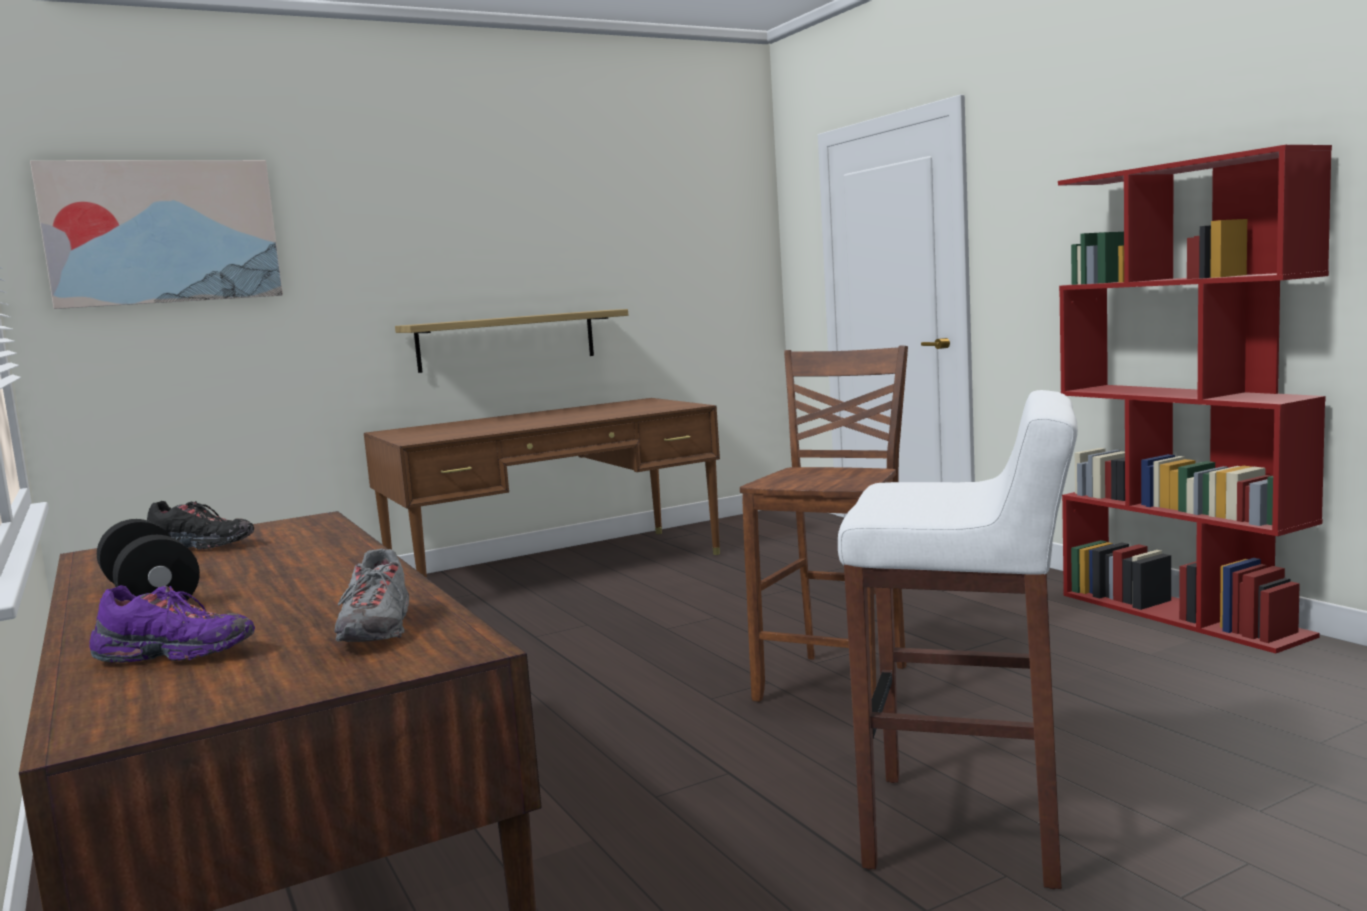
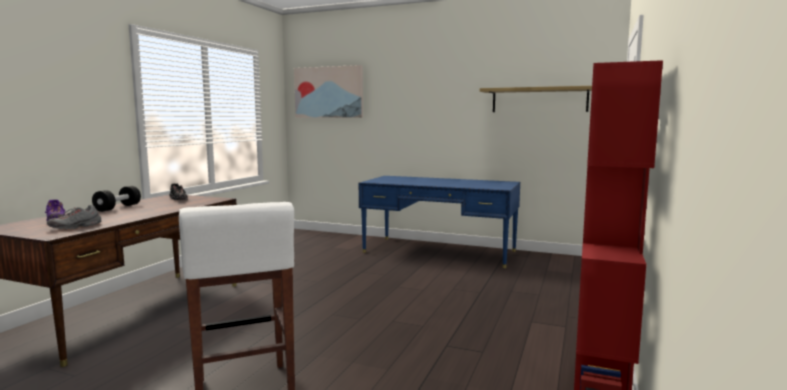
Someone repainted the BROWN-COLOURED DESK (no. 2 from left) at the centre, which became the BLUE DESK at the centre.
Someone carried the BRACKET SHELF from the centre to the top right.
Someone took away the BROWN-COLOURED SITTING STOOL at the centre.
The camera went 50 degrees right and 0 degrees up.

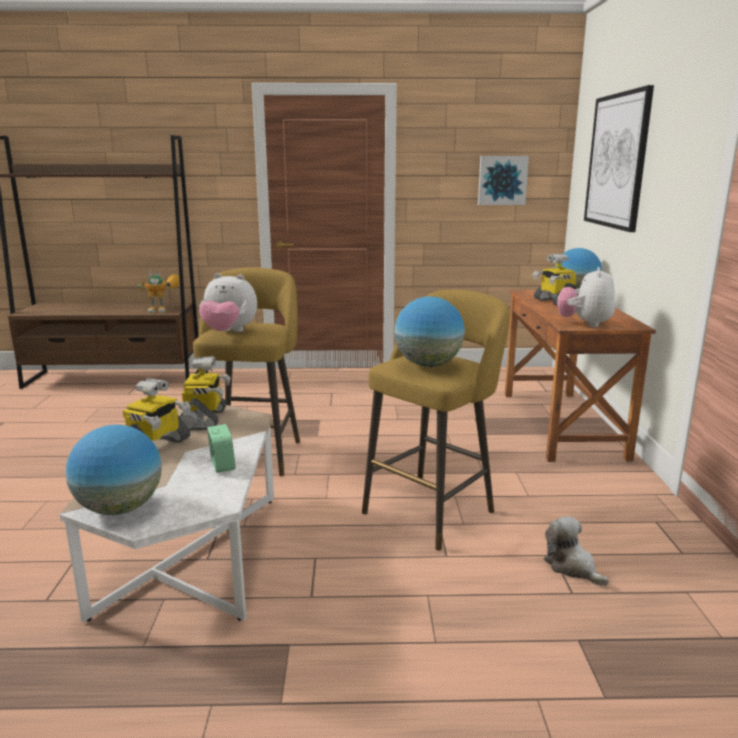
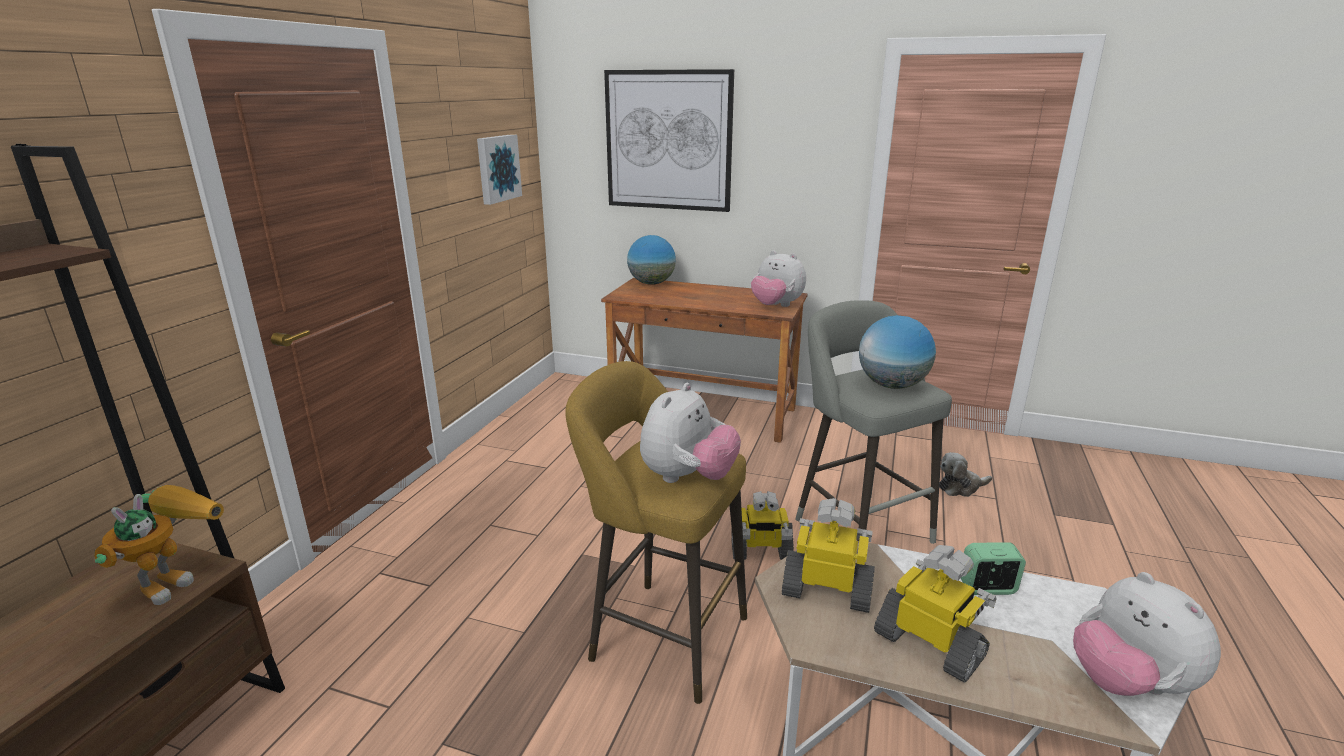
Someone swapped the GLOBE (no. 1 from left) at the middle left for the PLUSH TOY (no. 4 from left) at the bottom right.
Someone repainted the YELLOW SITTING STOOL (no. 2 from left) at the centre, which became the GREYISH SITTING STOOL at the centre.
Someone carried the MODEL ROBOT (no. 4 from left in the first image) from the middle right to the bottom centre.
The camera went 70 degrees left and 5 degrees up.

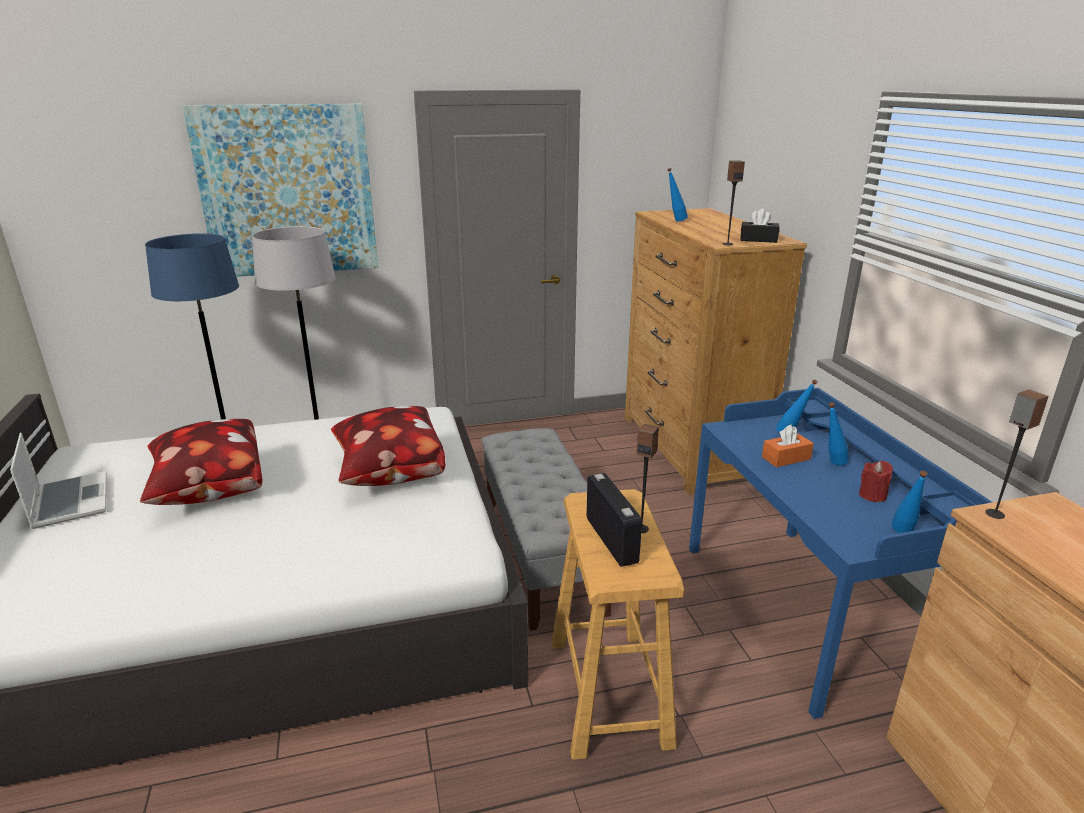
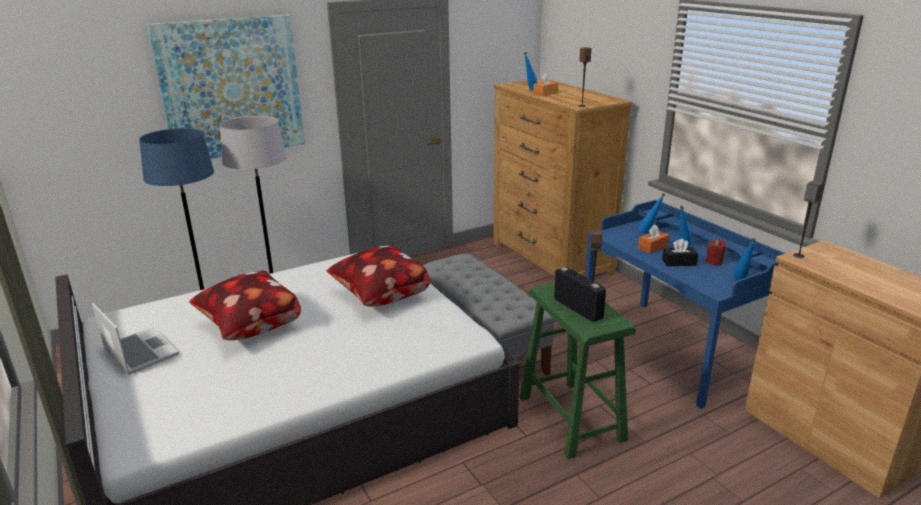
Someone repainted the BEIGE-COLOURED SITTING STOOL at the bottom centre, which became the GREEN SITTING STOOL at the bottom centre.
Someone carried the BLACKISH BOX OF TISSUES from the top right to the middle right.
Someone put down the ORANGEY BOX OF TISSUES (no. 1 from left) at the top centre.
The camera went 15 degrees left and 0 degrees up.

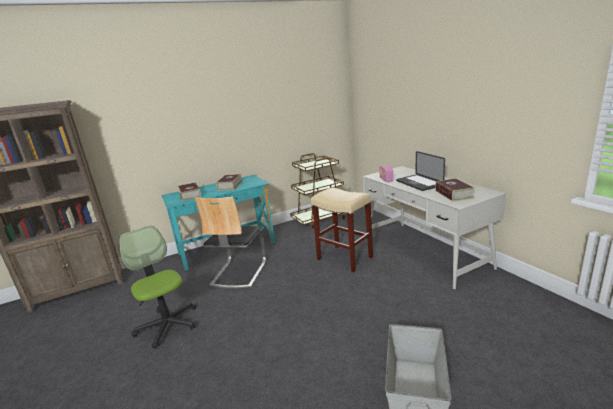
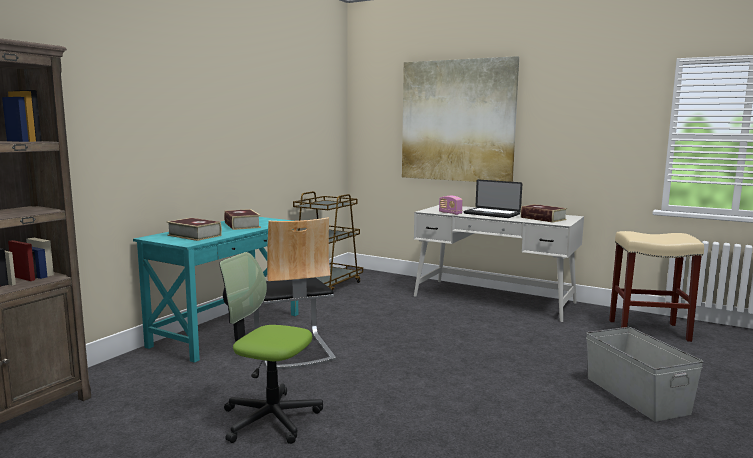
Someone carried the BEIGE-COLOURED SITTING STOOL from the centre to the middle right.
Someone put up the PICTURE at the top centre.
The camera went 35 degrees left and 10 degrees down.

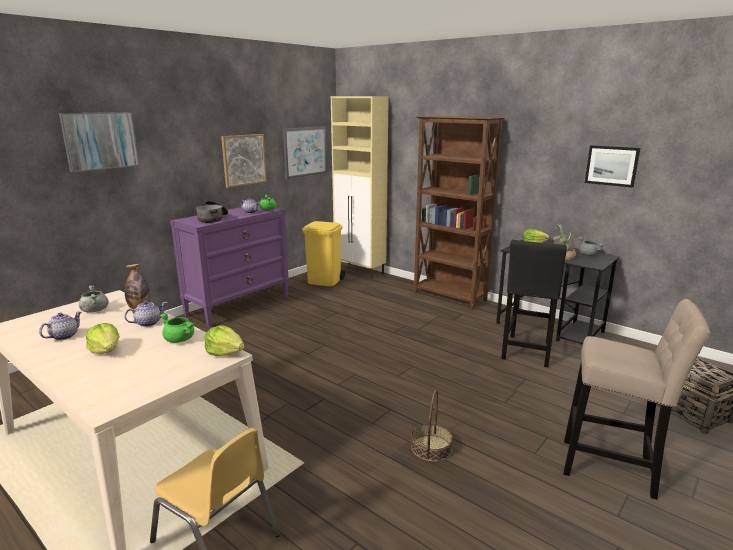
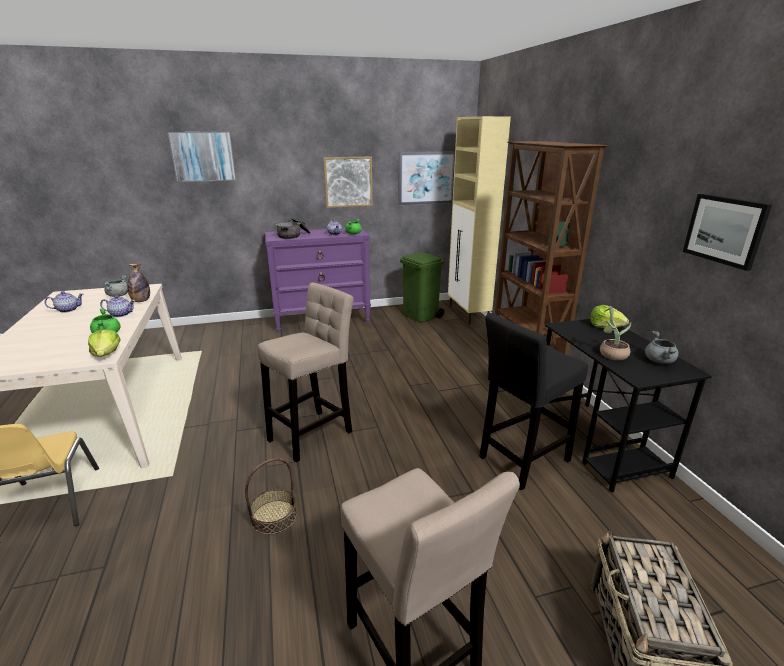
Someone took away the LETTUCE HEAD (no. 1 from left) at the middle left.
Someone repainted the YELLOW TRASH CAN at the centre, which became the GREEN TRASH CAN at the centre.
Someone put down the BEIGE-COLOURED SITTING STOOL (no. 1 from left) at the centre.
The camera went 35 degrees right and 5 degrees up.

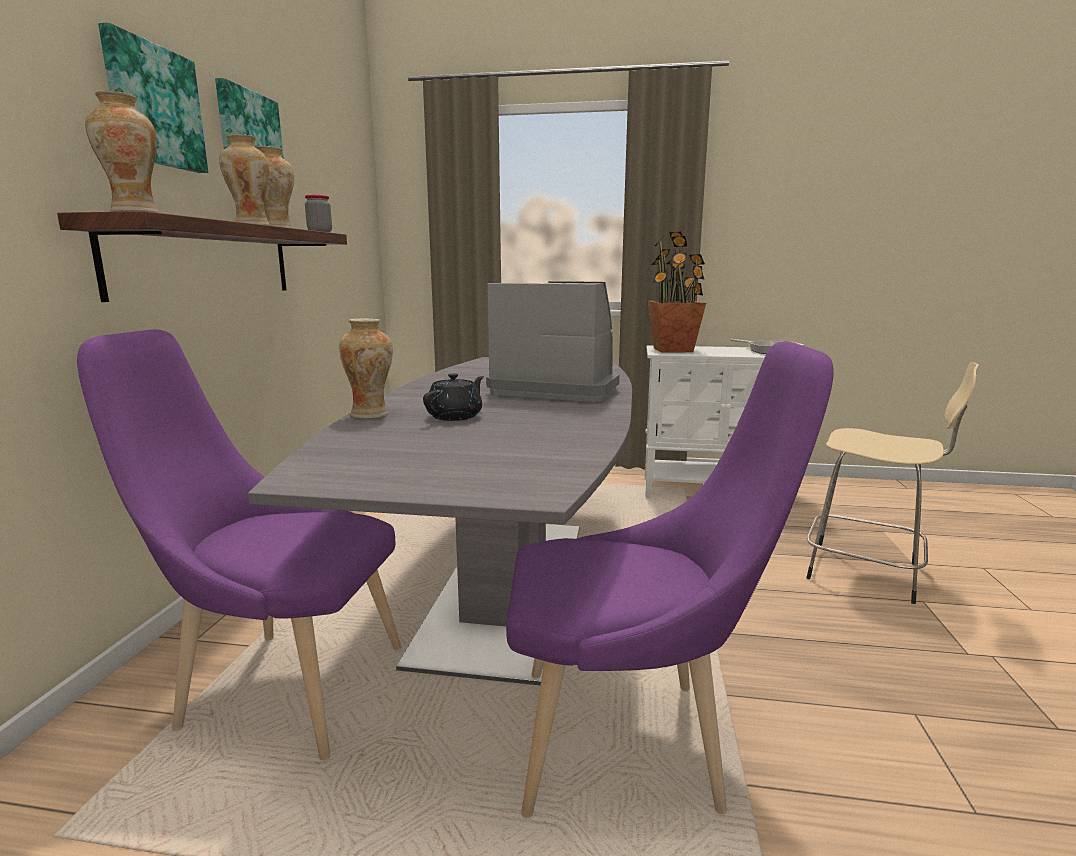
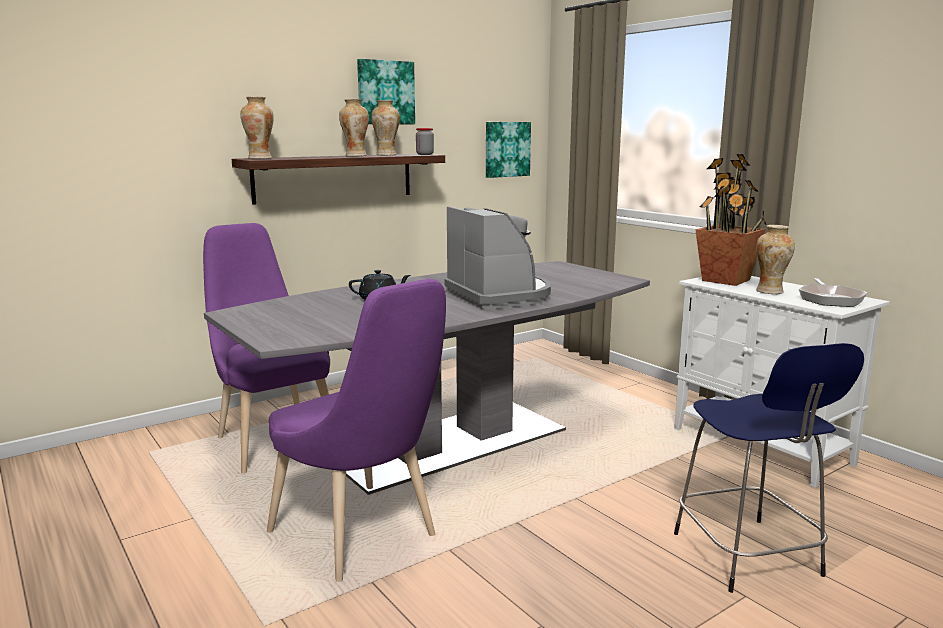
Someone carried the PICTURE (no. 1 from left in the first image) from the top left to the top centre.
Someone carried the FLOWER VASE (no. 4 from left) from the centre to the middle right.
Someone repainted the BEIGE-COLOURED SITTING STOOL at the middle right, which became the BLUE SITTING STOOL at the bottom right.
The camera went 45 degrees right and 0 degrees up.

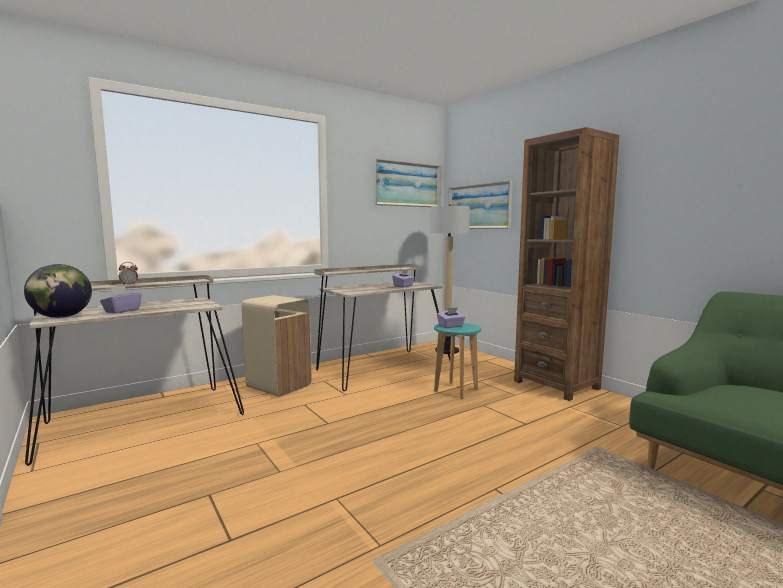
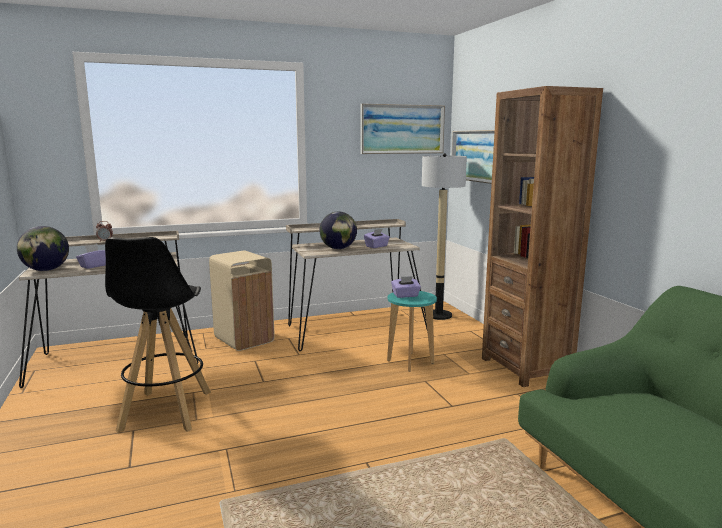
Someone put down the BLACKISH SITTING STOOL at the middle left.
Someone put down the GLOBE (no. 2 from left) at the centre.
The camera went 15 degrees right and 5 degrees up.

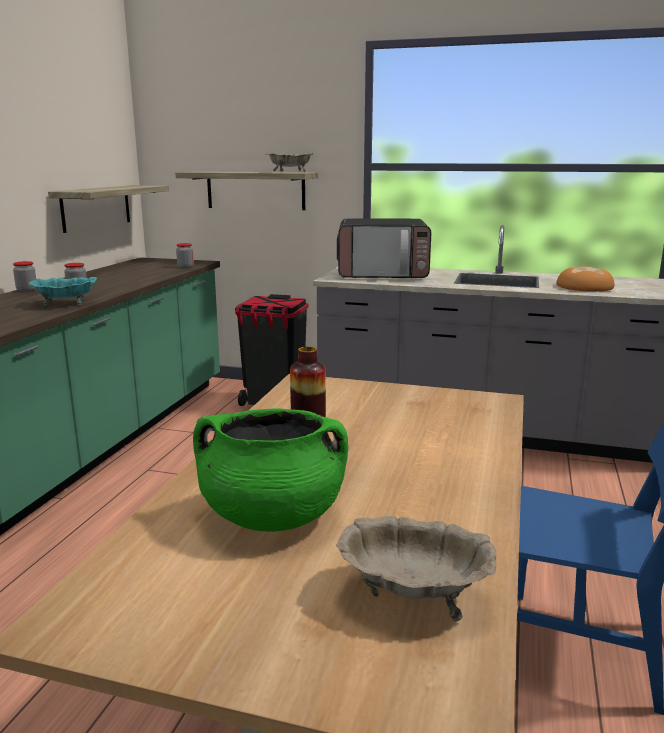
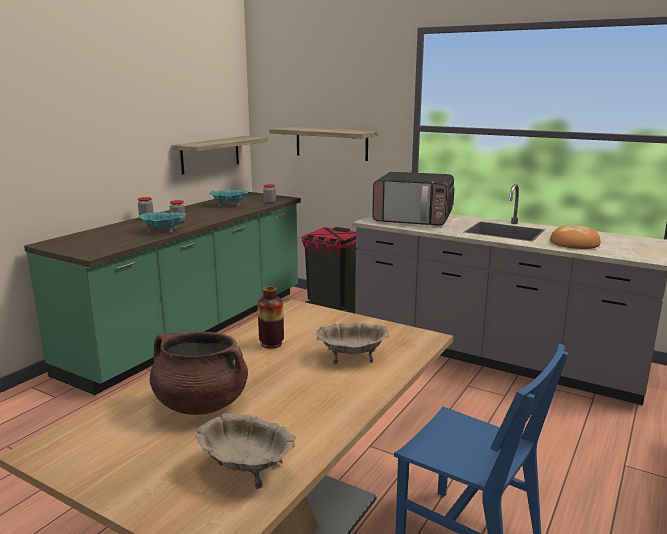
Someone repainted the GREEN STOCKPOT at the centre, which became the BROWN-COLOURED STOCKPOT at the bottom left.
Someone carried the BEIGE-COLOURED BOWL (no. 1 from left in the first image) from the top centre to the centre.
Someone put down the TURQUOISE BOWL (no. 2 from left) at the centre.
The camera went 15 degrees right and 0 degrees up.

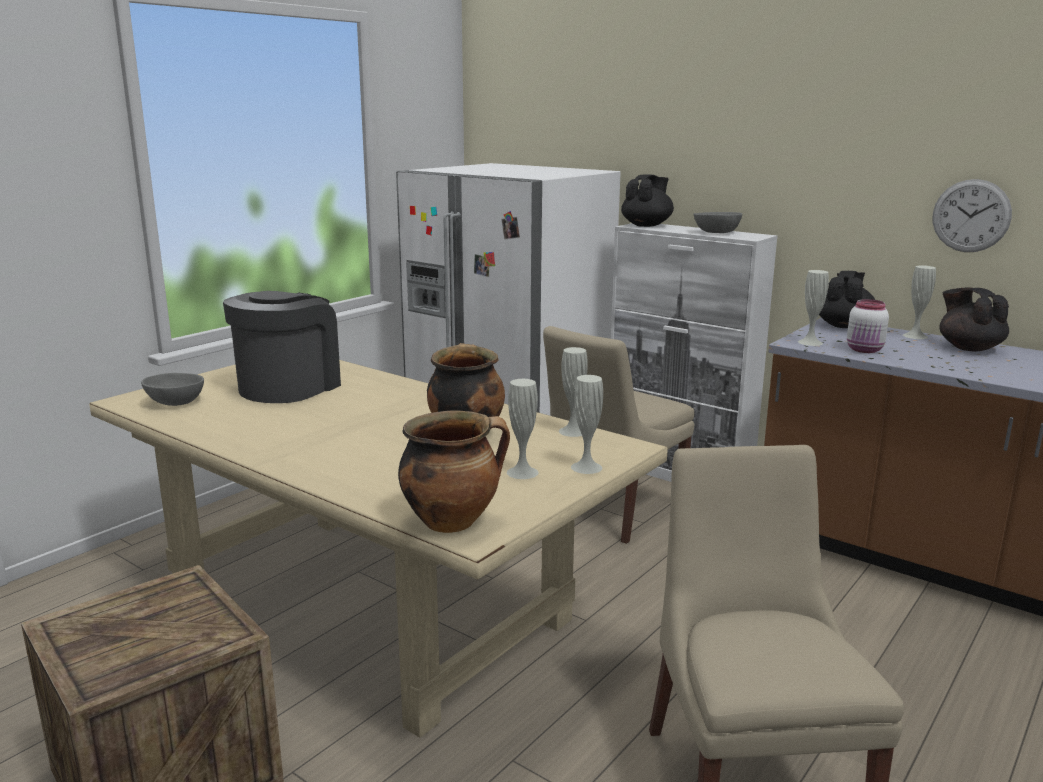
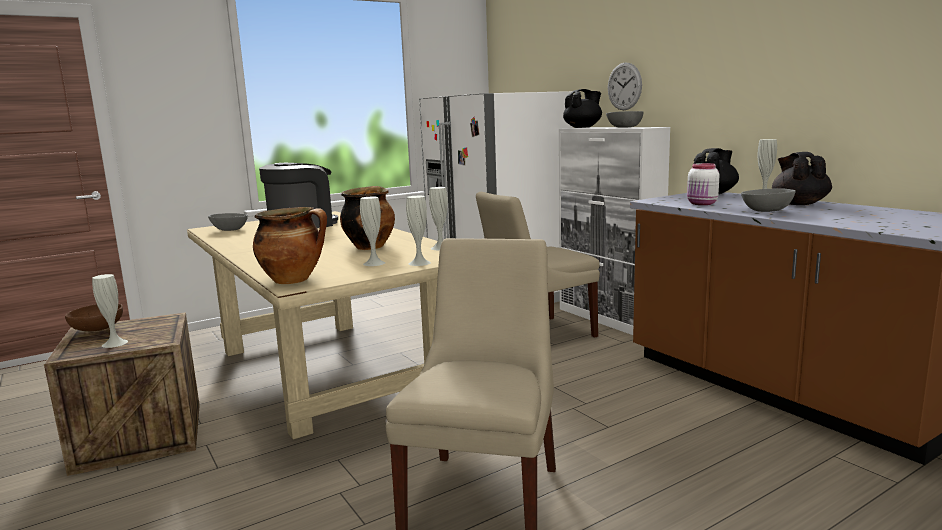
Someone carried the WHITE-COLOURED FLOWER VASE (no. 4 from left in the first image) from the middle right to the middle left.
Someone carried the HANGING CLOCK from the top right to the top centre.
Someone put down the BROWN-COLOURED BOWL at the middle left.
Someone put down the GREYISH BOWL (no. 3 from left) at the middle right.
The camera went 20 degrees right and 5 degrees down.

